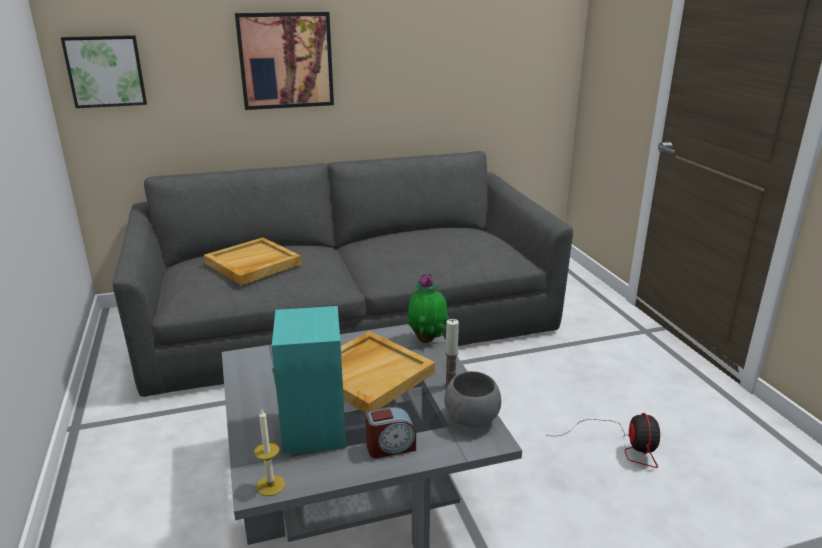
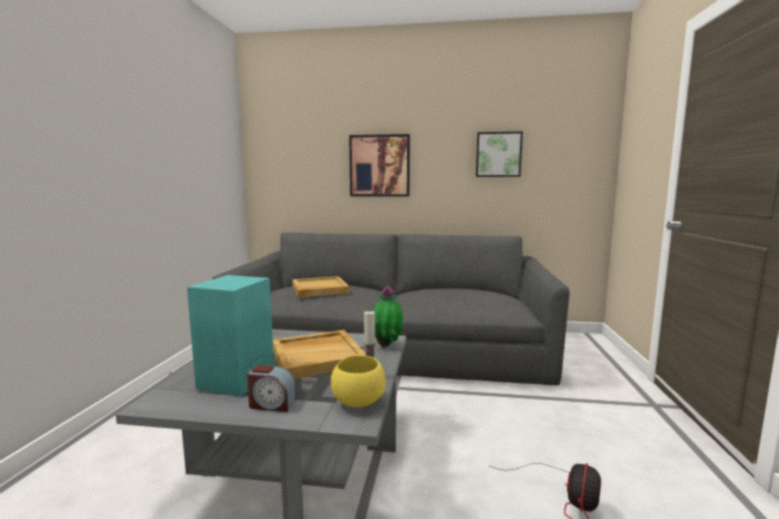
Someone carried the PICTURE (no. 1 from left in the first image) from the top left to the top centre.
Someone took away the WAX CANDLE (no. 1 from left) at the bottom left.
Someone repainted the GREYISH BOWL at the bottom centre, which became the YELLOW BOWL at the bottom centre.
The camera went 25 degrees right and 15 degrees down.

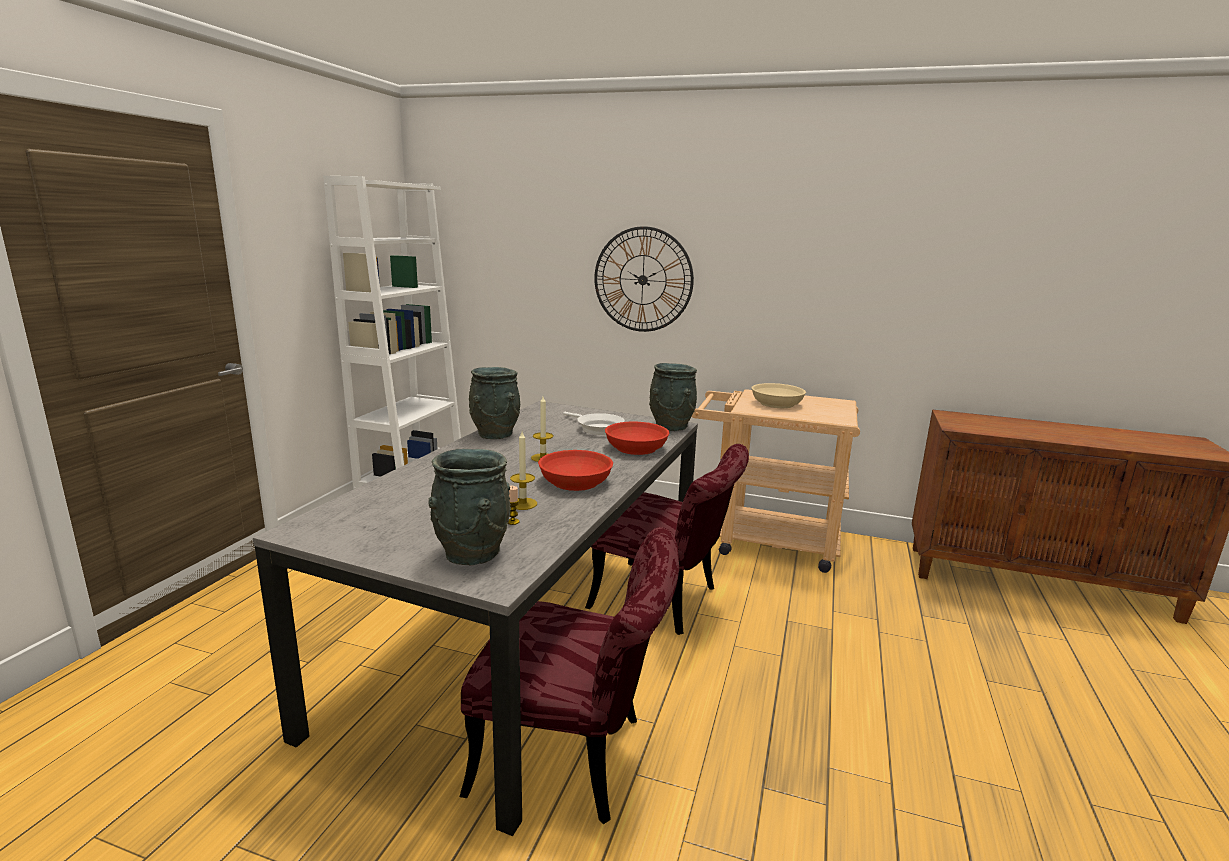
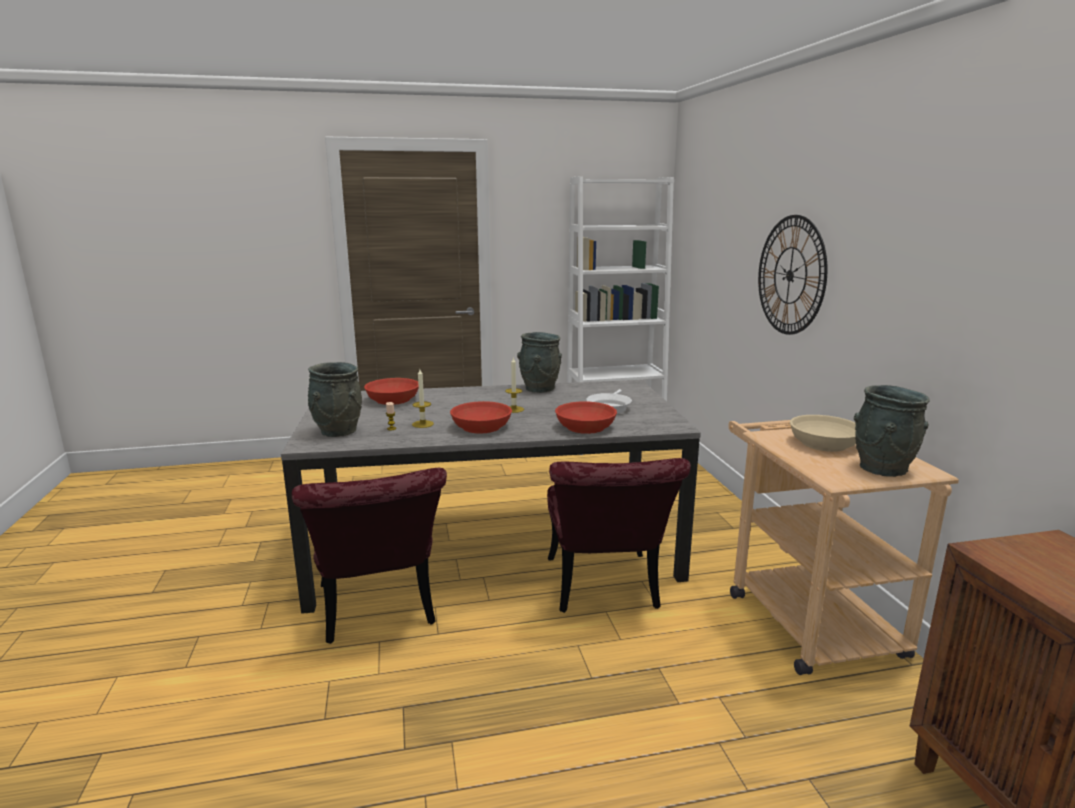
Someone carried the GREYISH FLOWER VASE (no. 3 from left) from the centre to the middle right.
Someone put down the RED BOWL (no. 1 from left) at the centre.
The camera went 60 degrees right and 0 degrees up.

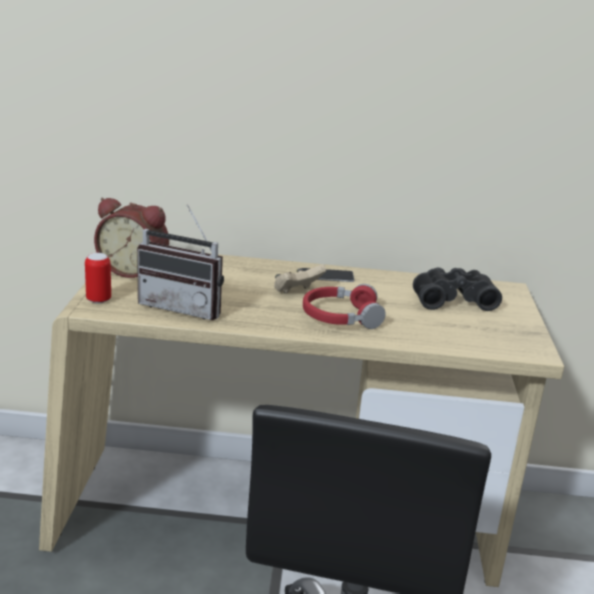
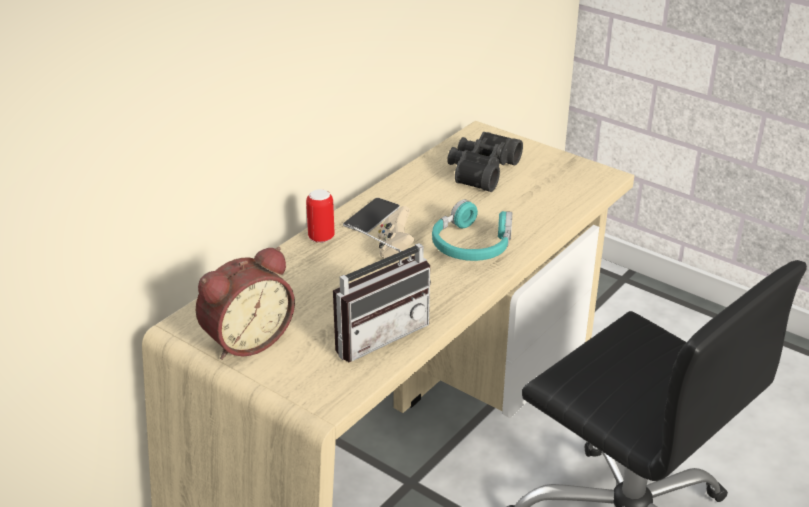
Someone carried the SEALED CAN from the middle left to the centre.
Someone repainted the RED PAIR OF HEADPHONES at the centre, which became the TURQUOISE PAIR OF HEADPHONES at the centre.
The camera went 55 degrees left and 10 degrees up.

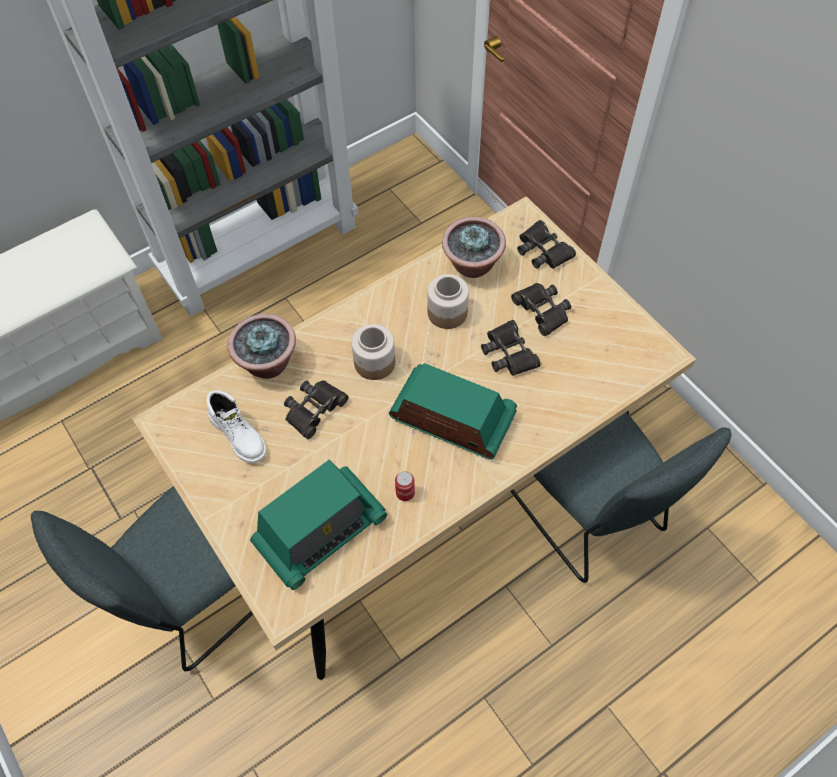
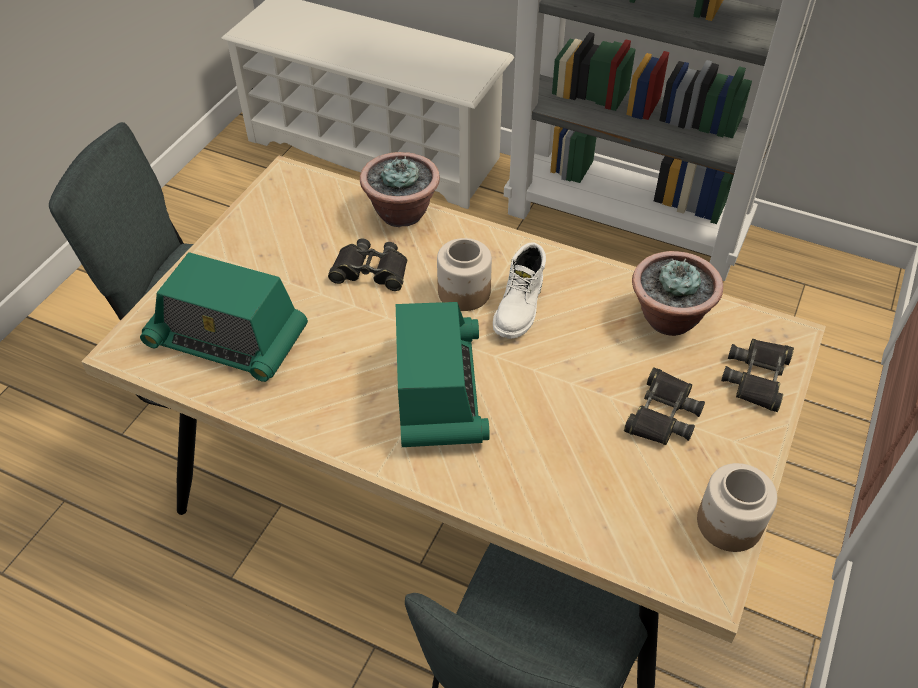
Someone carried the WHITE-COLOURED BOOT from the middle left to the centre.
Someone took away the SEALED CAN at the centre.
Someone carried the STORAGE JAR (no. 2 from left) from the centre to the bottom right.
Someone took away the BLACKISH BINOCULARS (no. 2 from left) at the centre.
The camera went 60 degrees right and 10 degrees down.

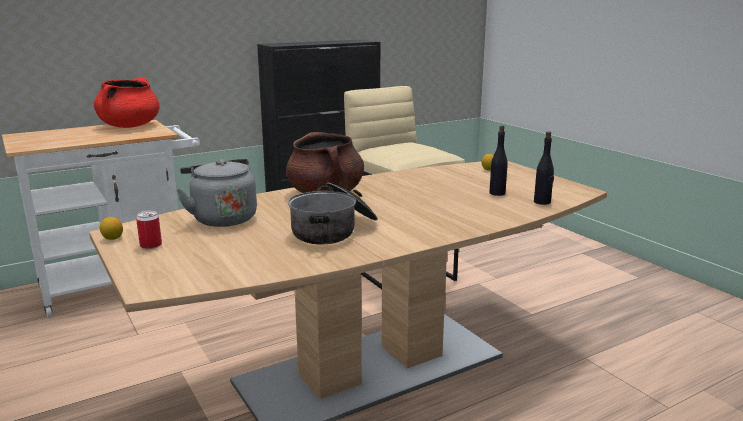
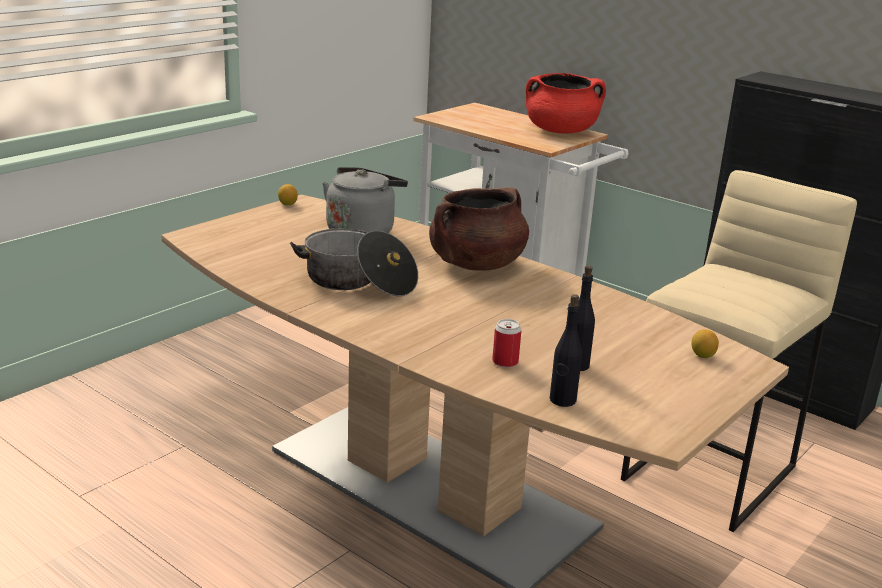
Someone carried the SEALED CAN from the middle left to the centre.
The camera went 70 degrees right and 5 degrees up.

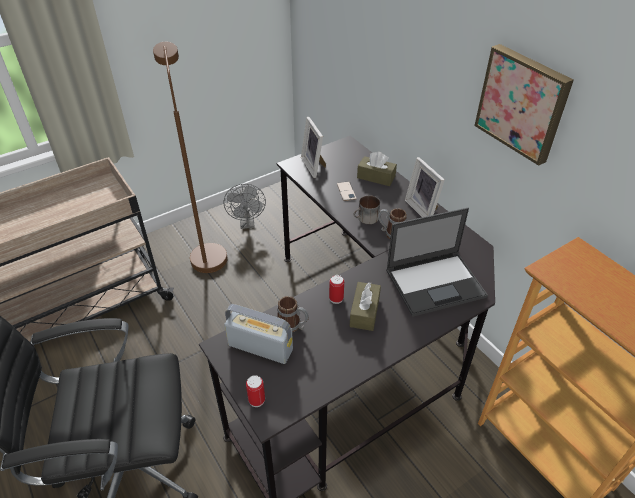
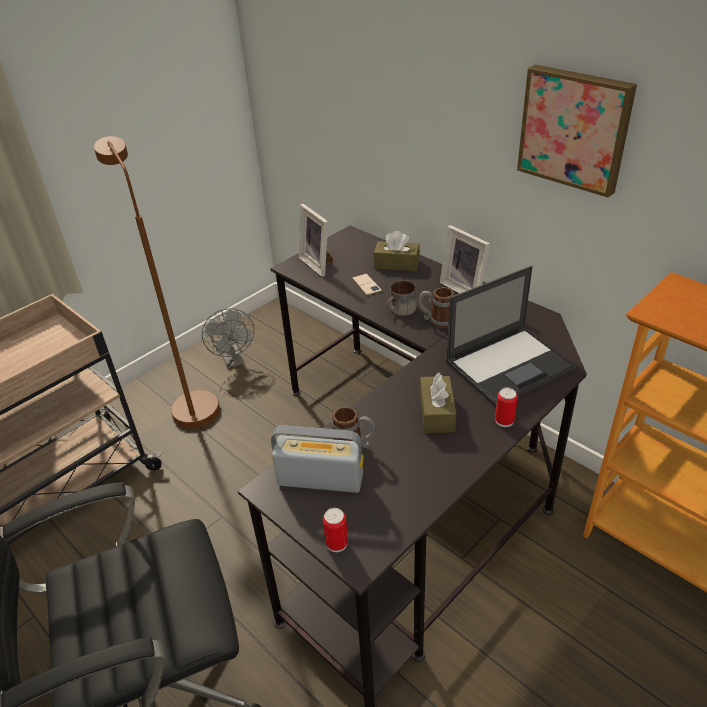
Someone carried the SEALED CAN (no. 2 from left) from the centre to the middle right.
The camera went 10 degrees left and 5 degrees down.

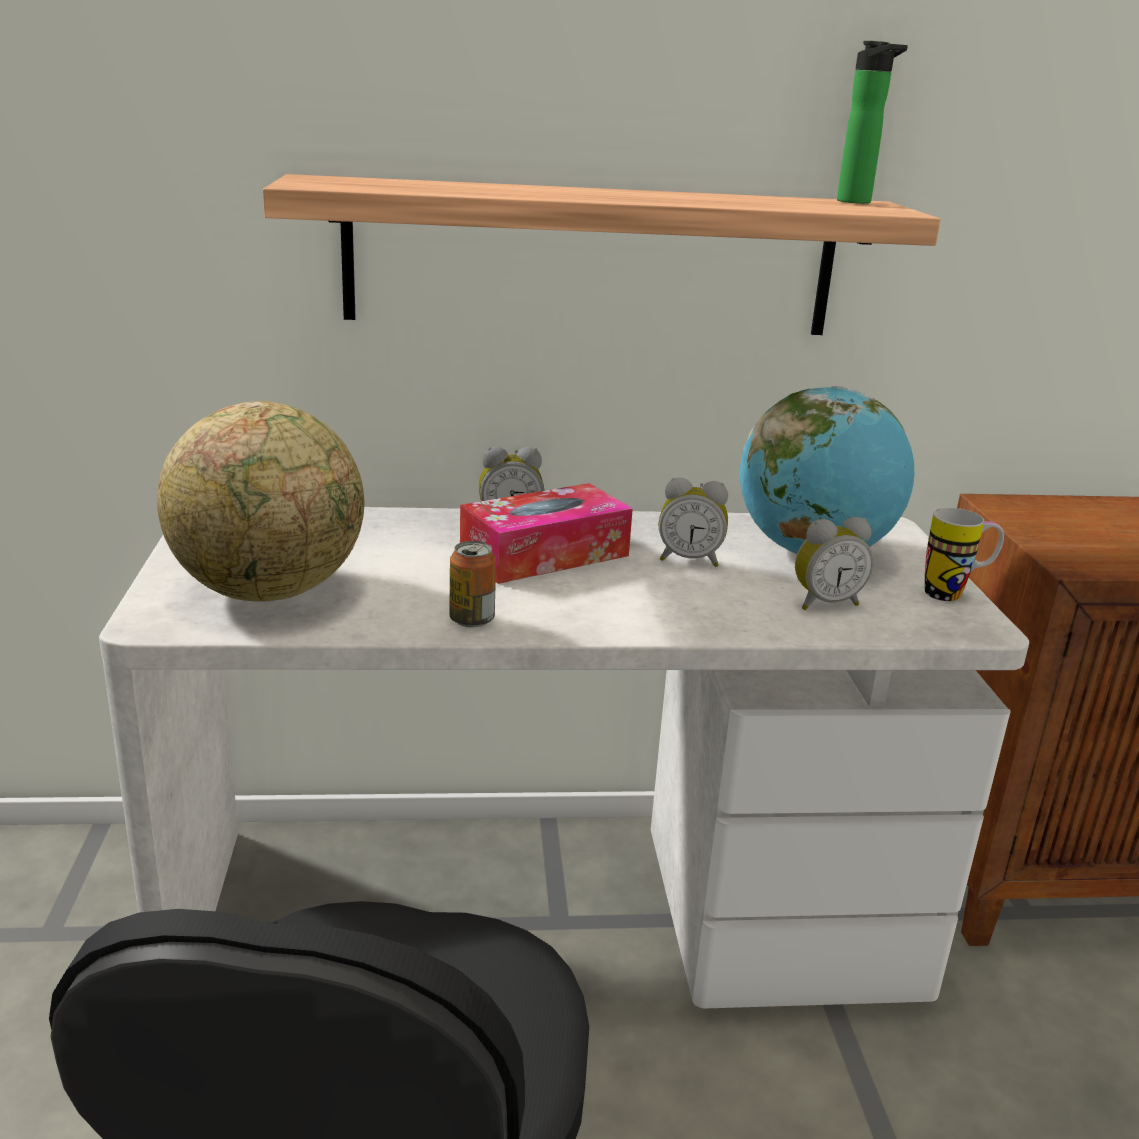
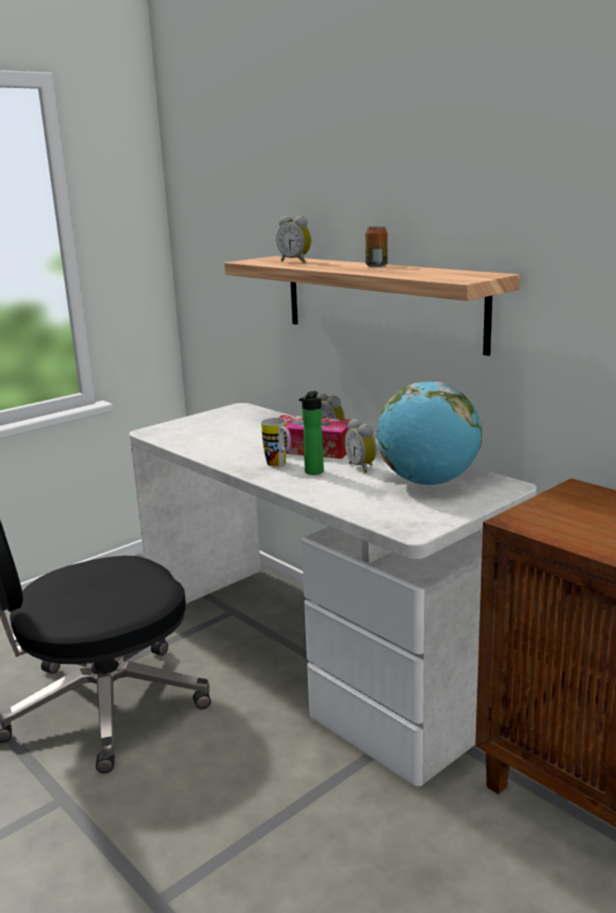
Someone took away the GLOBE (no. 1 from left) at the middle left.
Someone carried the SEALED CAN from the centre to the top centre.
Someone carried the TABLE CLOCK (no. 3 from left in the first image) from the middle right to the top centre.
Someone carried the BEVERAGE BOTTLE from the top right to the centre.
Someone carried the COFFEE MUG from the middle right to the centre.
The camera went 55 degrees right and 5 degrees down.

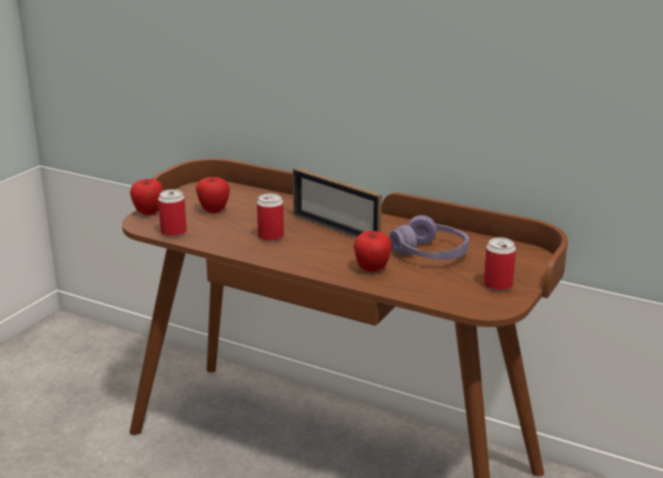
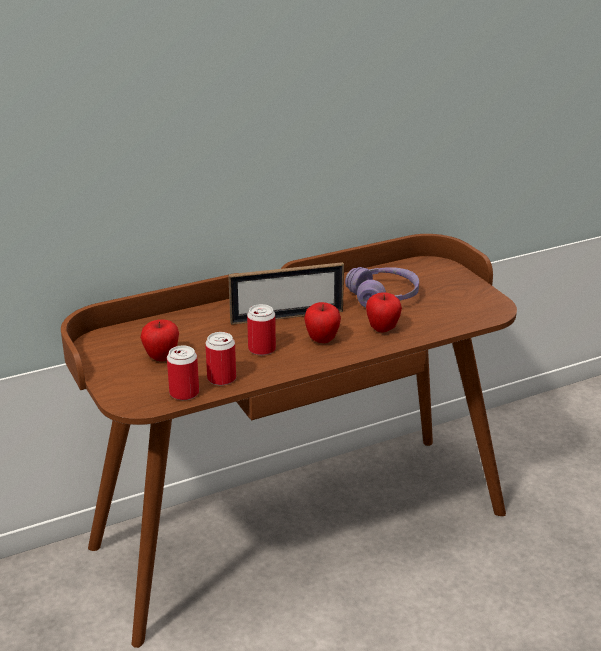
Someone carried the APPLE (no. 1 from left in the first image) from the middle left to the centre.
Someone carried the SEALED CAN (no. 3 from left in the first image) from the middle right to the centre.
The camera went 55 degrees left and 5 degrees up.

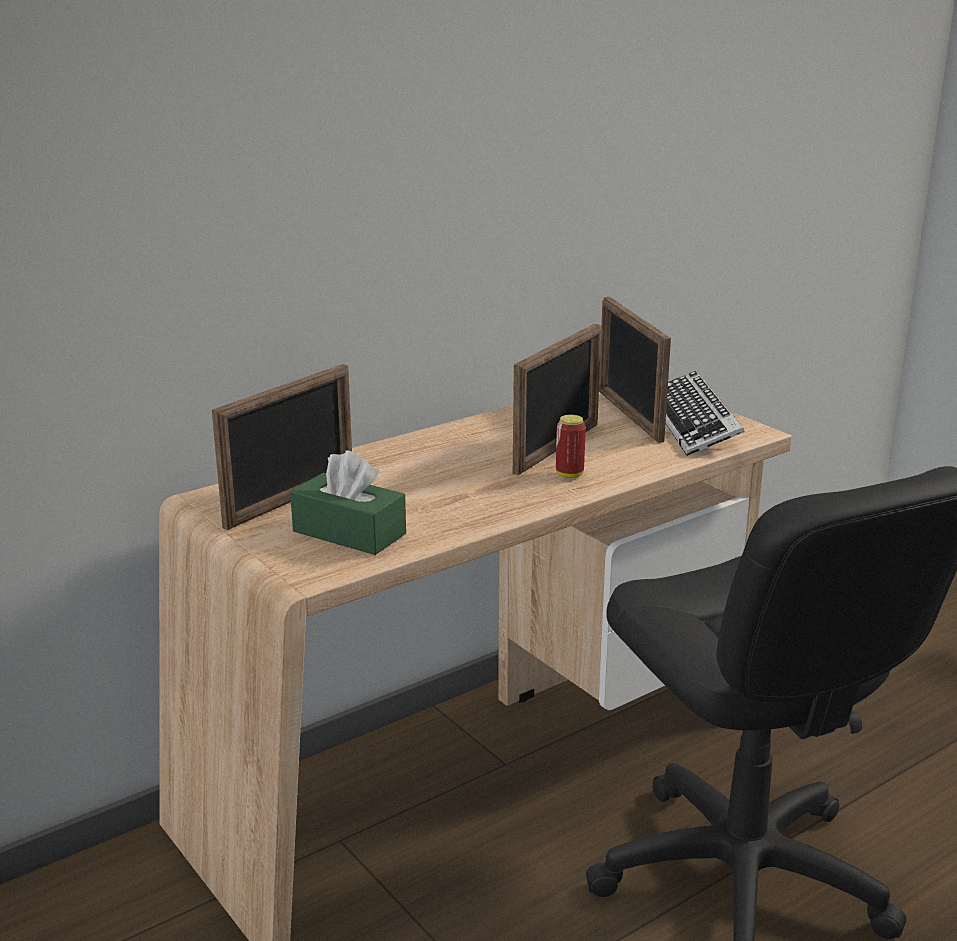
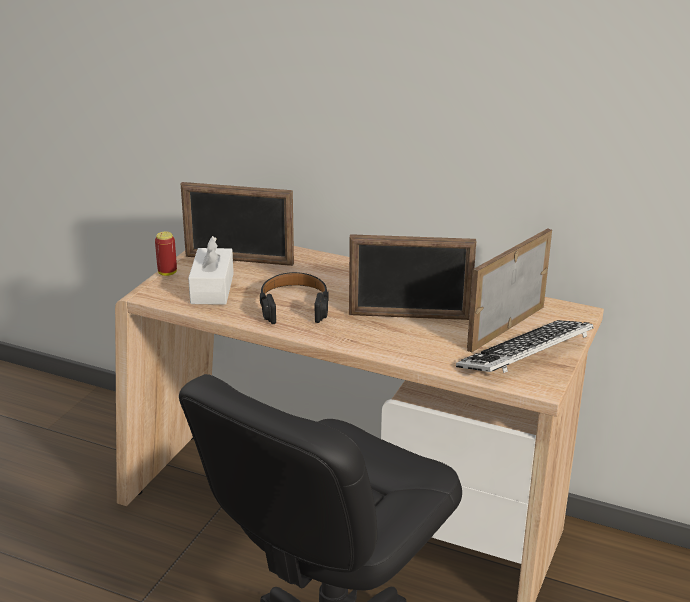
Someone repainted the GREEN BOX OF TISSUES at the centre, which became the WHITE-COLOURED BOX OF TISSUES at the middle left.
Someone carried the SEALED CAN from the centre to the middle left.
Someone put down the BLACKISH PAIR OF HEADPHONES at the centre.
The camera went 60 degrees right and 5 degrees up.

